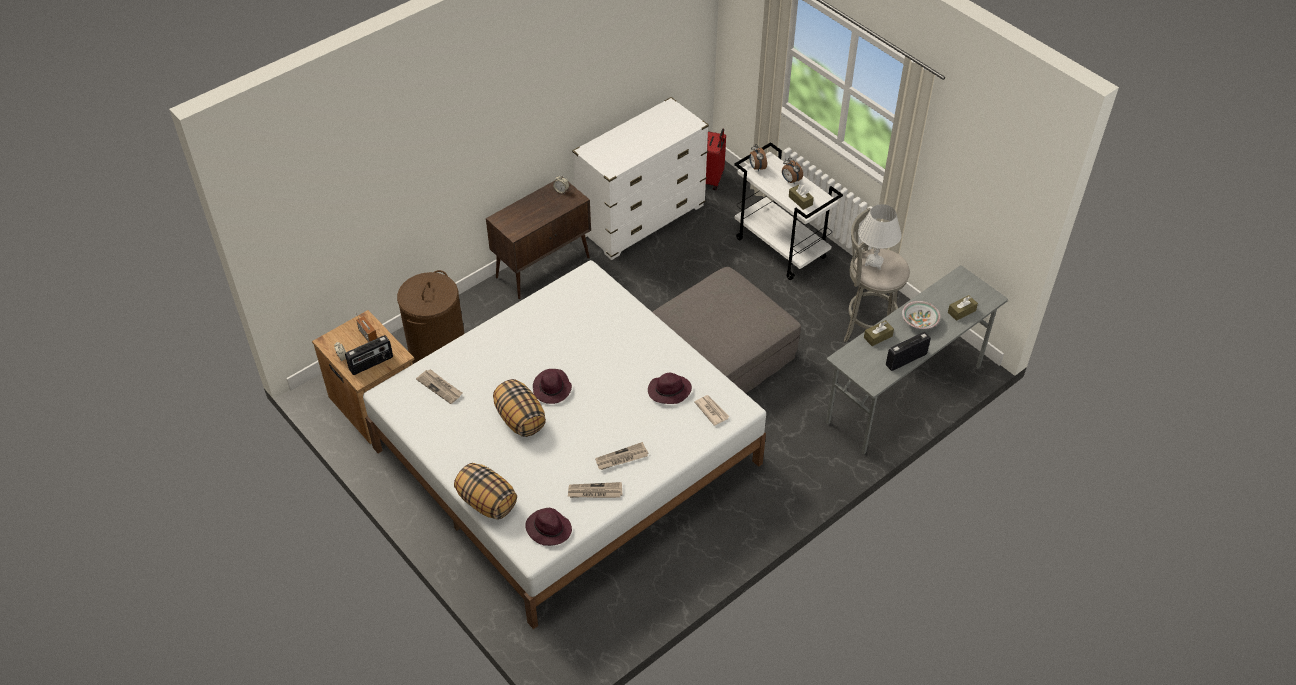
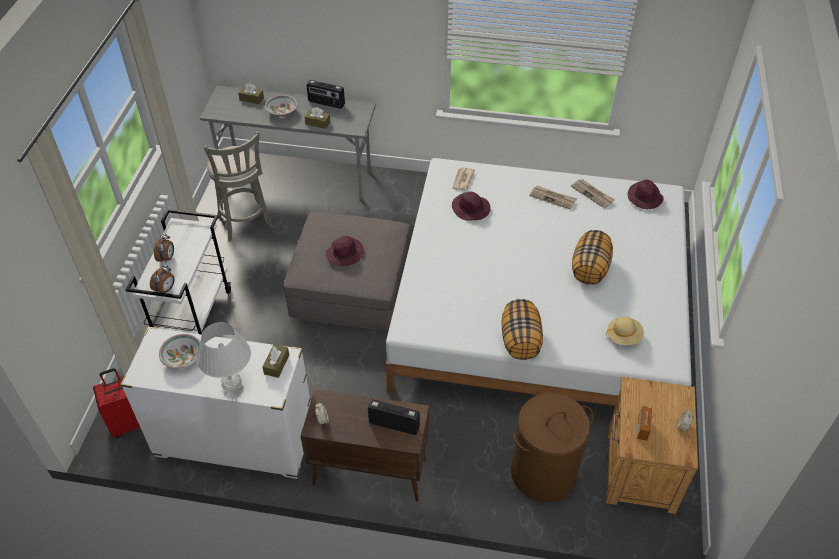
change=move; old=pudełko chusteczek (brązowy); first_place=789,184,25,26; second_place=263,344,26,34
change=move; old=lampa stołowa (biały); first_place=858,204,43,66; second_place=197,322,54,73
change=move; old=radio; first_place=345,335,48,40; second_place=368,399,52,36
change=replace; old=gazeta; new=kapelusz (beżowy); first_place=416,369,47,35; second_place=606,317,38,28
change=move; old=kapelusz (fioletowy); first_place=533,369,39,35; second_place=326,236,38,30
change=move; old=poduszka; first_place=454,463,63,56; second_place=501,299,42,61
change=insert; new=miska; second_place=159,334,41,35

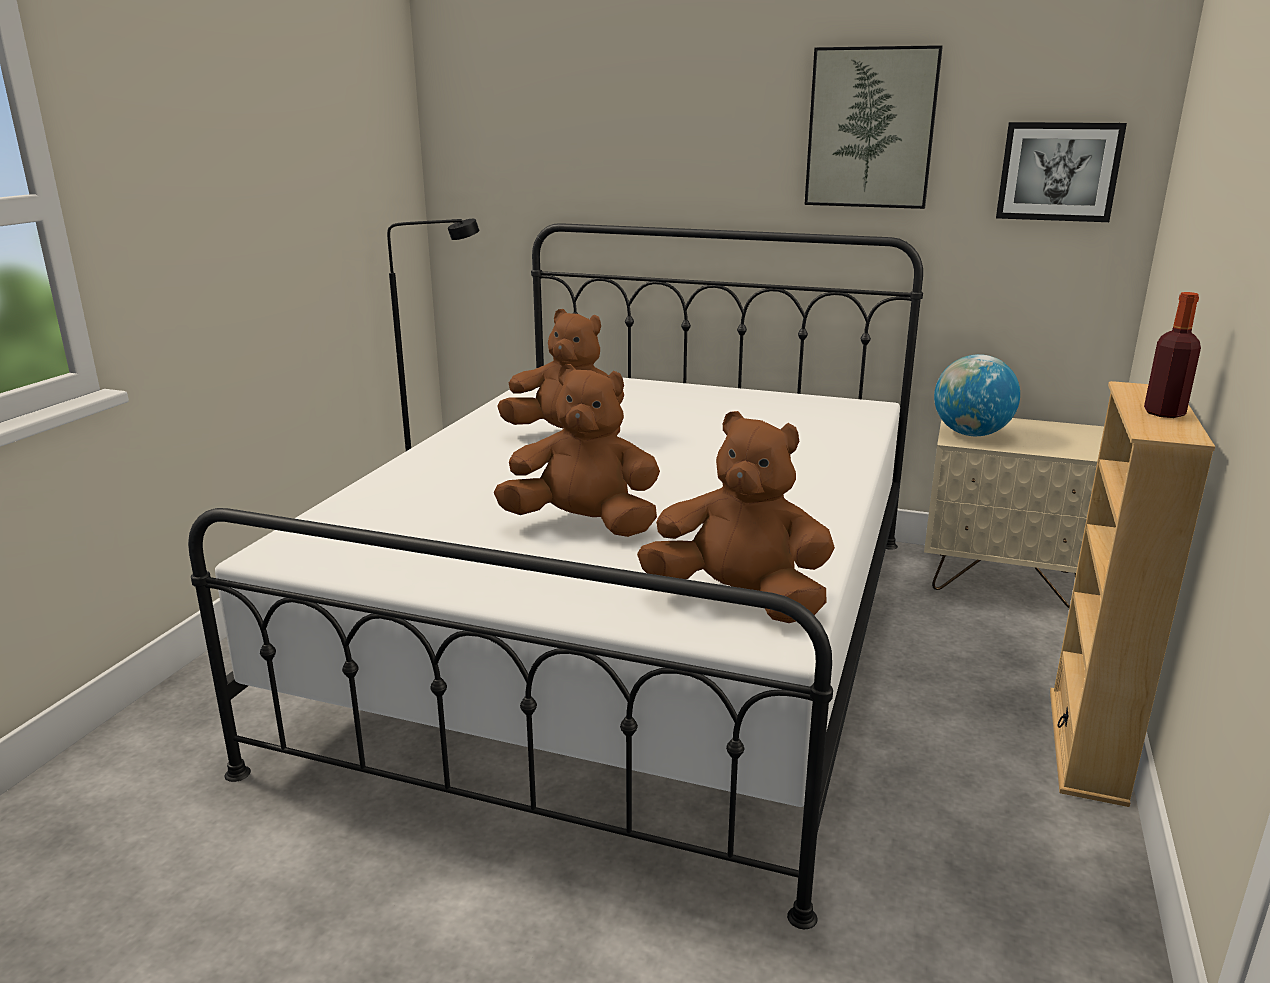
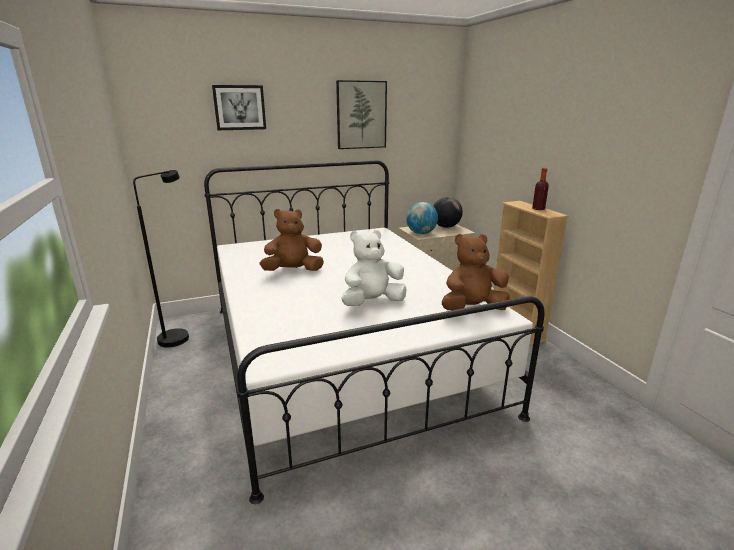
change=move; old=obraz; first_place=996,122,131,100; second_place=212,85,54,45
change=recolor; old=pluszak (brązowy); new=pluszak (biały); first_place=493,364,167,173; second_place=342,230,65,76
change=insert; new=globus; second_place=433,197,30,31

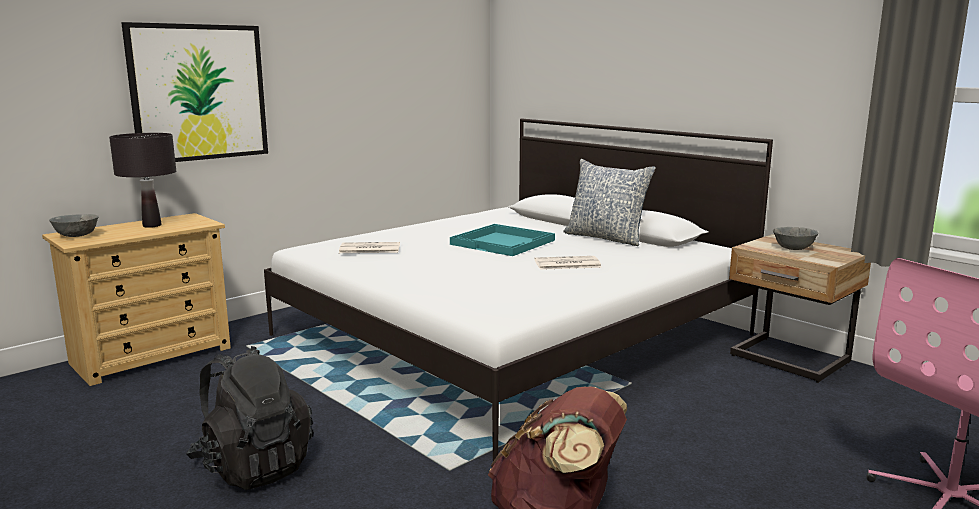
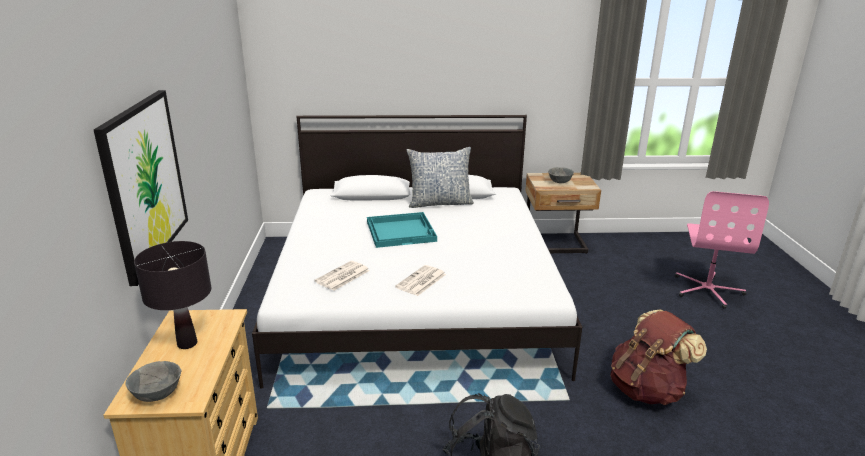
change=move; old=gazeta; first_place=534,256,68,14; second_place=395,265,51,31

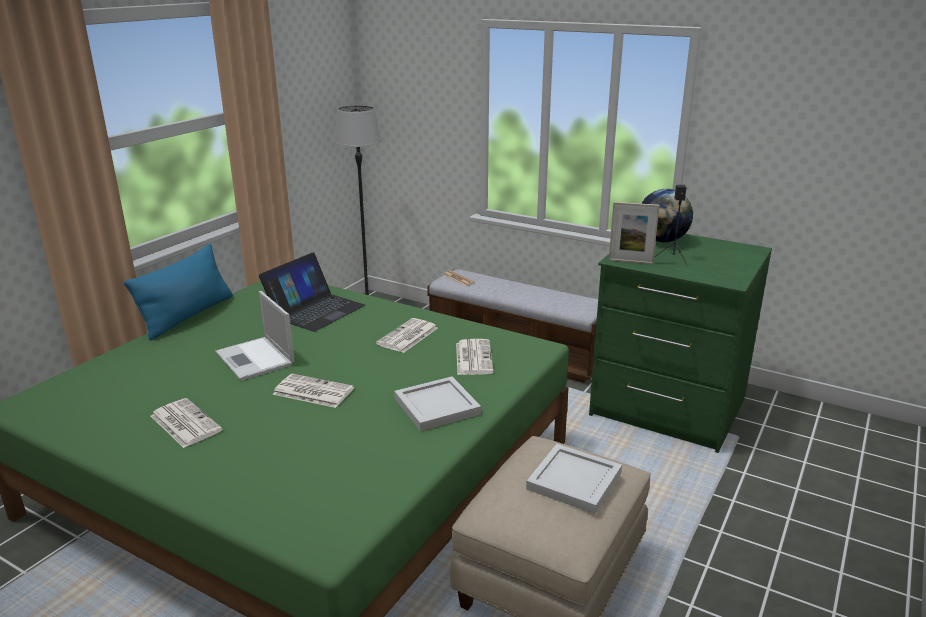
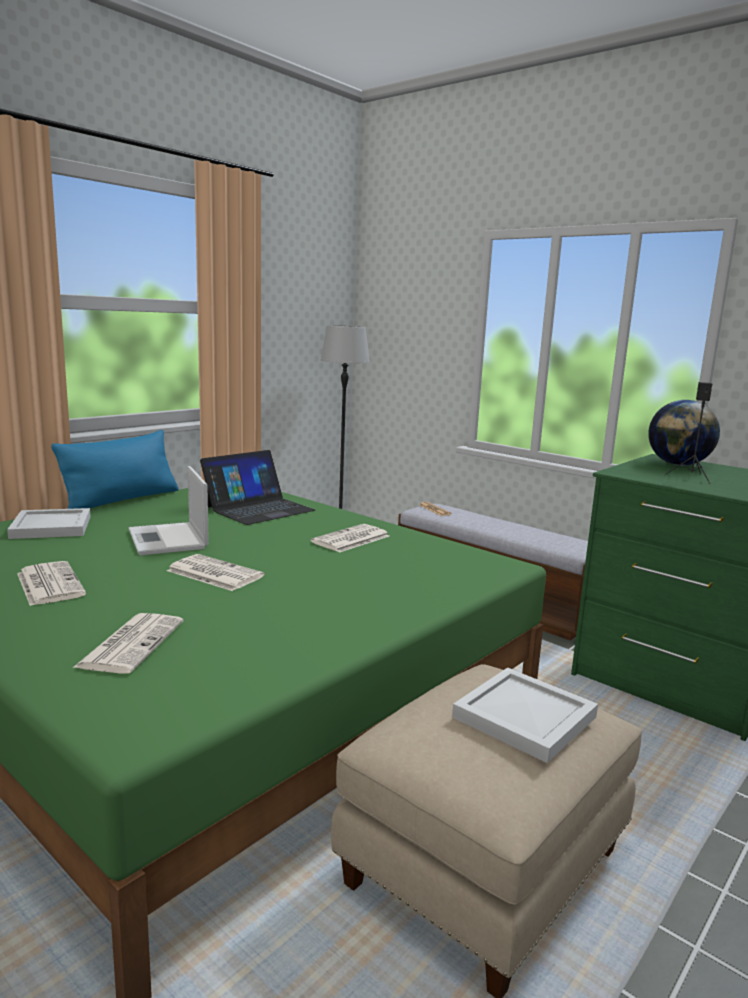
change=delete; old=ramka na zdjęcie; first_place=609,202,51,62
change=move; old=gazeta; first_place=456,339,38,36; second_place=73,613,110,61
change=move; old=taca (biały); first_place=394,377,87,54; second_place=7,508,84,31

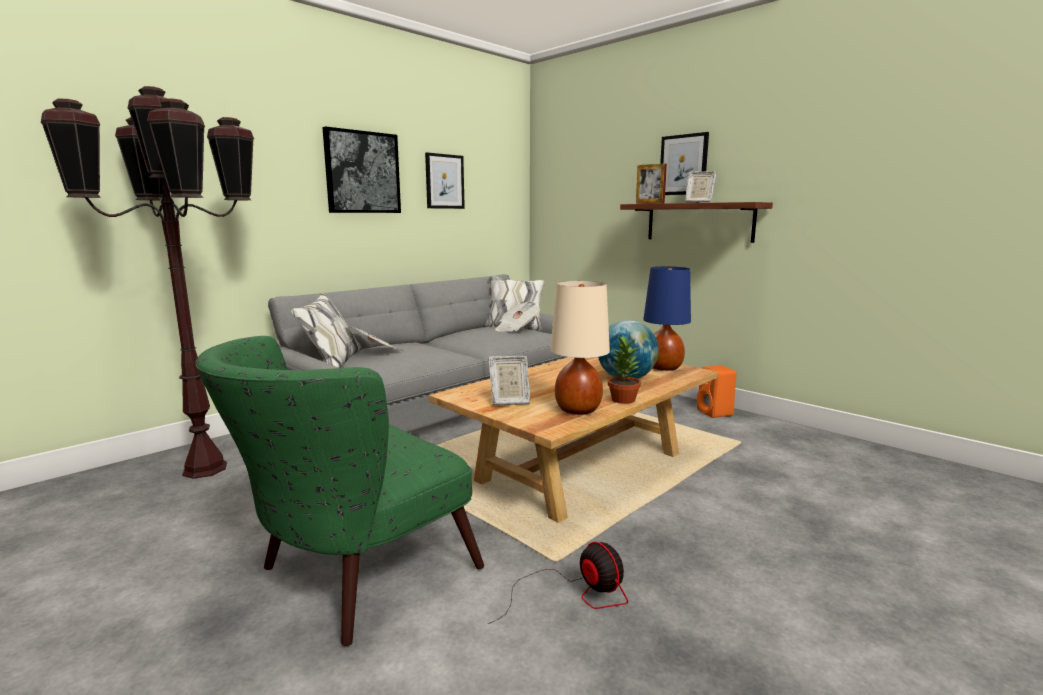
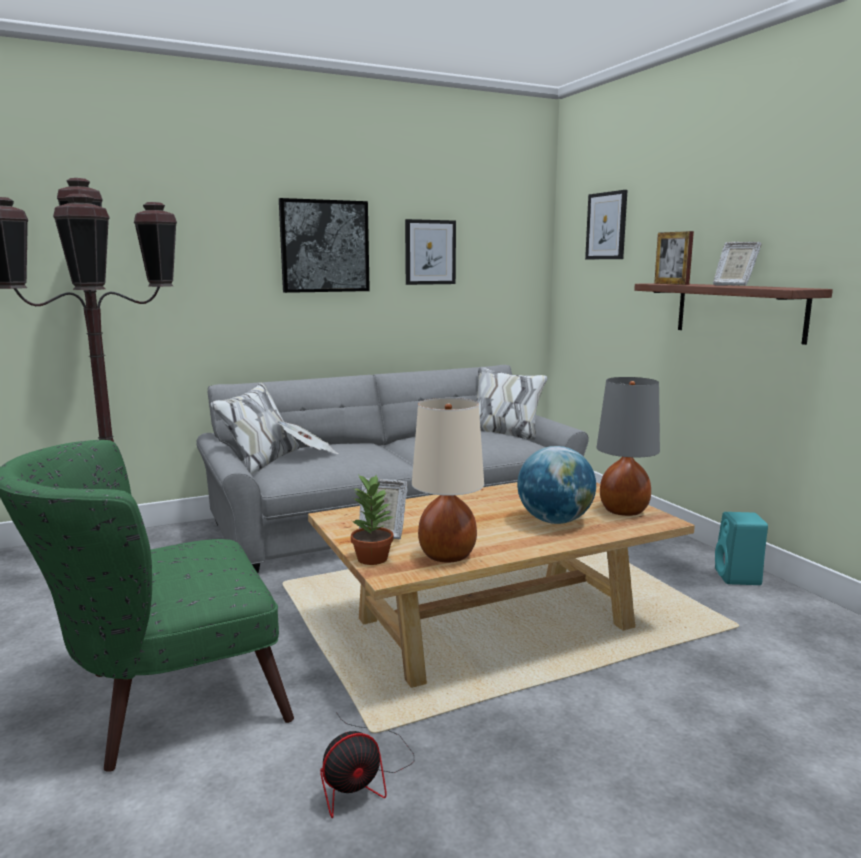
change=move; old=obraz; first_place=660,132,49,63; second_place=585,190,43,69
change=recolor; old=lampa stołowa (niebieski); new=lampa stołowa (szary); first_place=643,267,48,104; second_place=597,377,63,139
change=delete; old=gazeta; first_place=495,301,45,31
change=move; old=roślina doniczkowa; first_place=608,335,33,69; second_place=351,474,42,91
change=recolor; old=głośnik (pomarańczowy); new=głośnik (turkusowy); first_place=697,365,40,53; second_place=715,512,53,73
change=rotate; old=wentylator; first_place=488,542,140,82; second_place=320,712,94,106; degrees=75

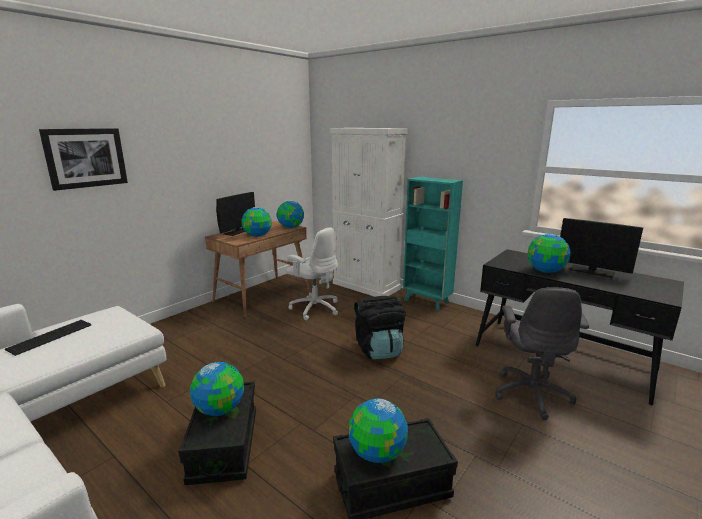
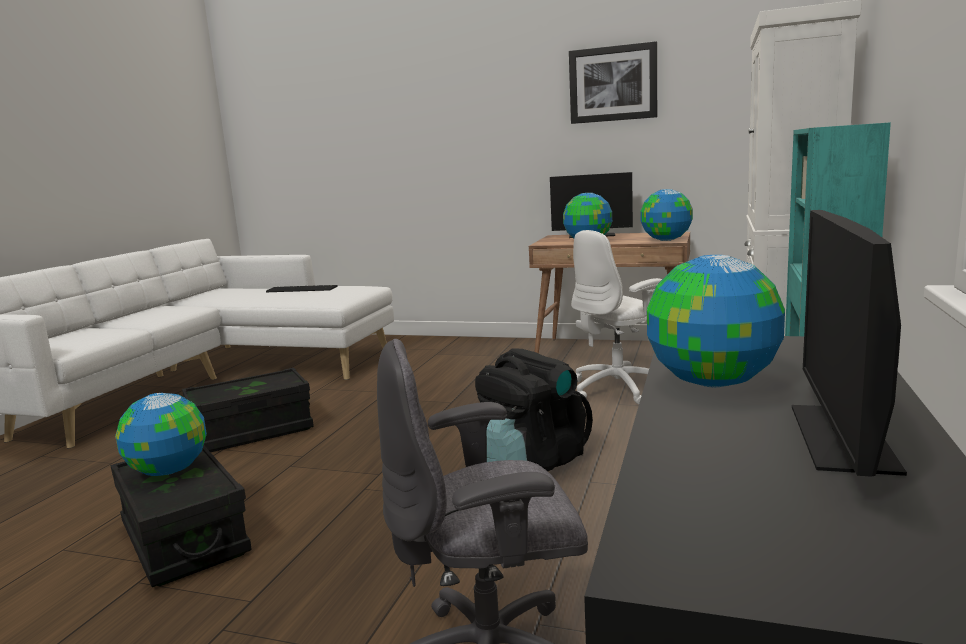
change=move; old=obraz; first_place=39,128,89,63; second_place=569,41,88,83
change=rotate; old=krzesło biurowe (biały); first_place=286,228,52,93; second_place=571,230,91,175; degrees=45
change=delete; old=globus; first_place=190,362,54,54

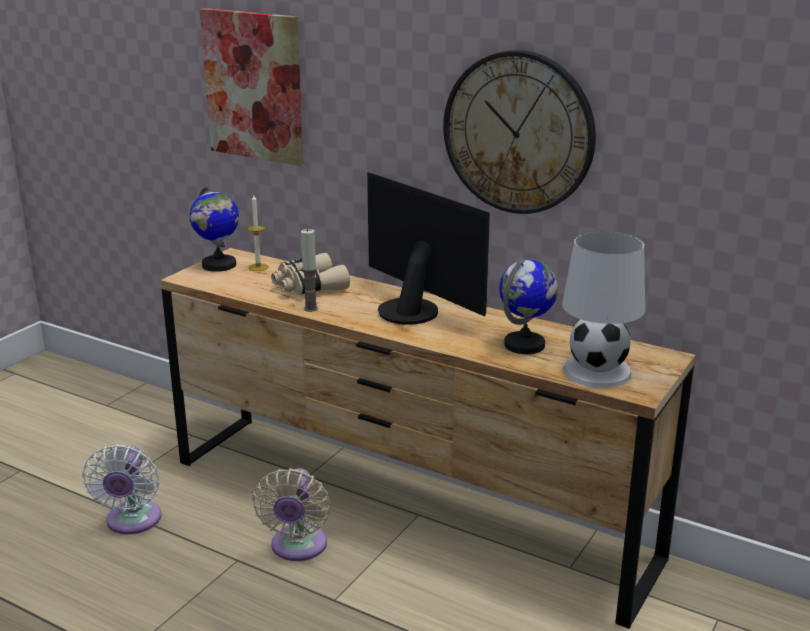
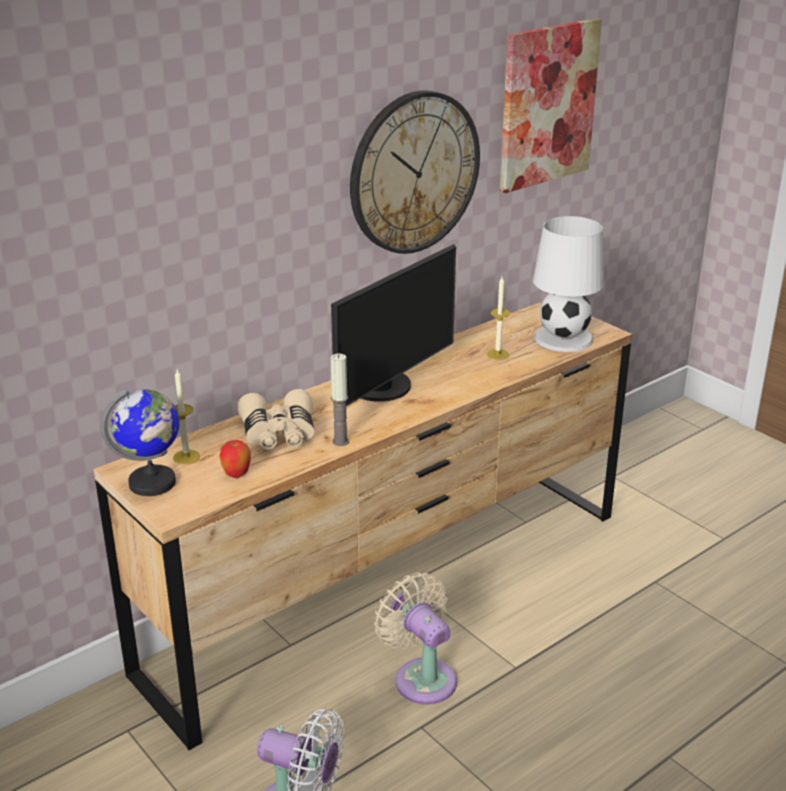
change=move; old=obraz; first_place=200,8,104,158; second_place=500,18,102,175
change=rotate; old=monitor; first_place=367,172,123,153; second_place=331,244,125,162; degrees=150
change=replace; old=globus; new=świeca; first_place=499,257,59,97; second_place=487,277,23,83
change=rotate; old=wentylator (beżowy); first_place=252,468,79,93; second_place=374,573,83,132; degrees=-150
change=insert; new=jabłko; second_place=220,440,31,38

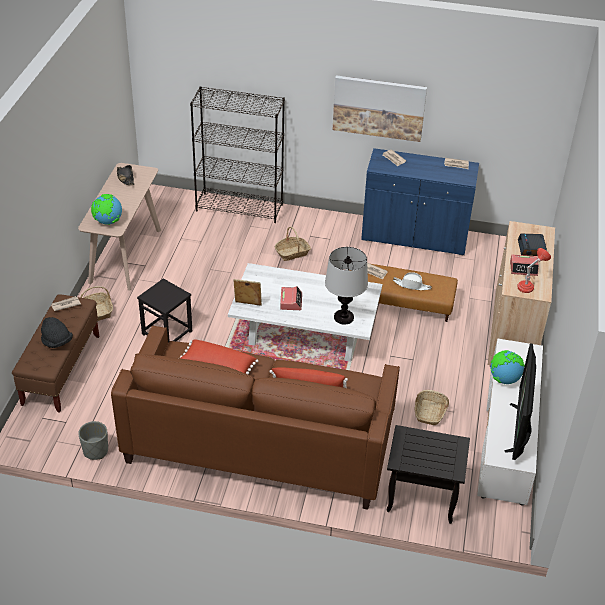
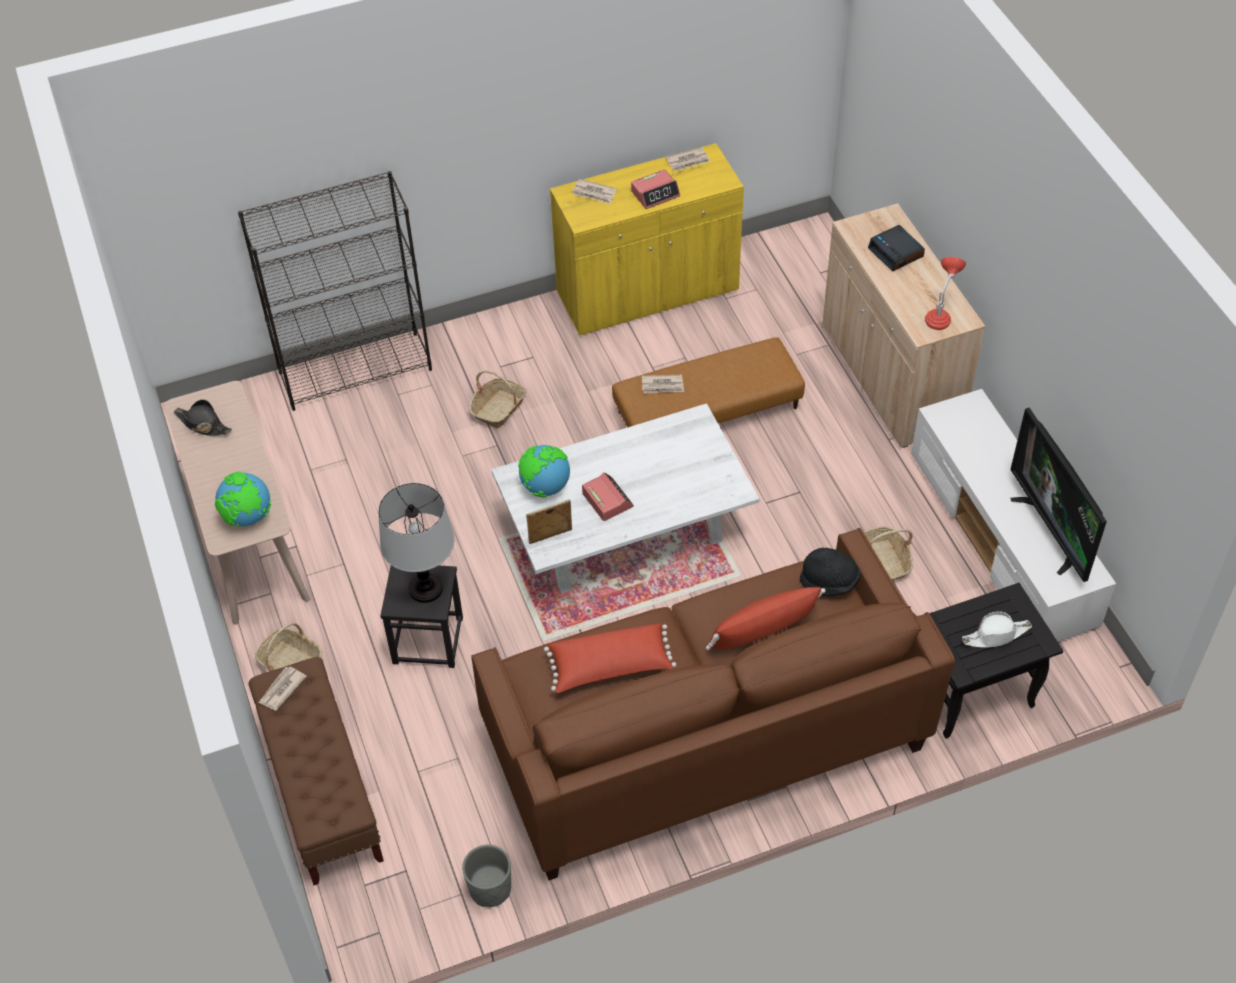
change=delete; old=obraz; first_place=333,75,94,67
change=recolor; old=szafka (niebieski); new=szafka (żółty); first_place=361,148,118,108; second_place=550,143,194,192
change=move; old=lampa stołowa; first_place=325,247,43,77; second_place=378,483,76,120
change=move; old=budzik; first_place=510,255,29,21; second_place=631,169,49,40
change=move; old=kapelusz (biały); first_place=393,272,39,18; second_place=962,611,70,37
change=move; old=kapelusz (czarny); first_place=41,317,32,31; second_place=800,548,61,48
change=move; old=globus; first_place=491,350,34,34; second_place=518,445,52,53

